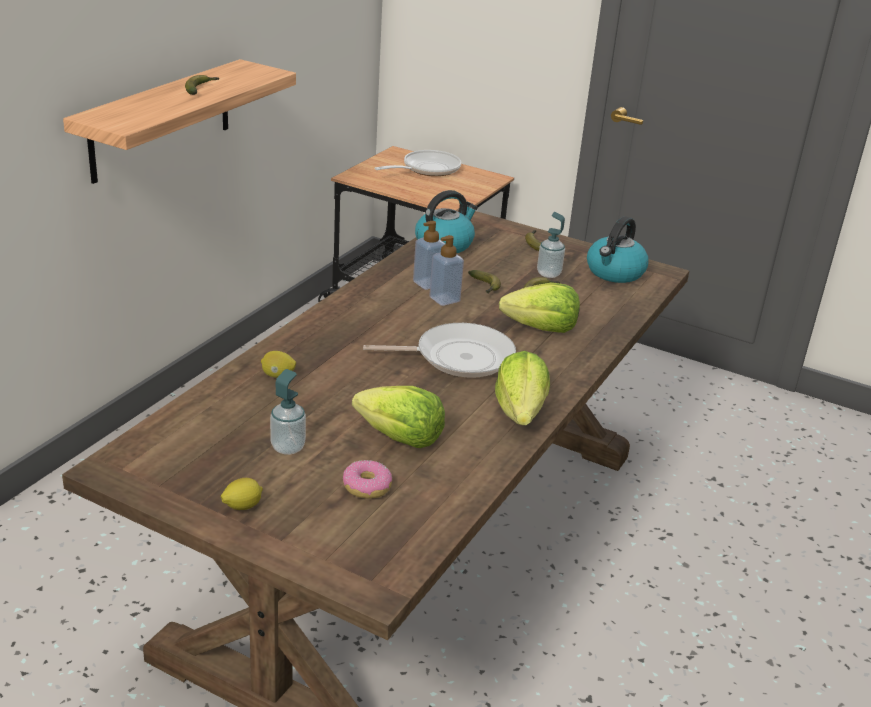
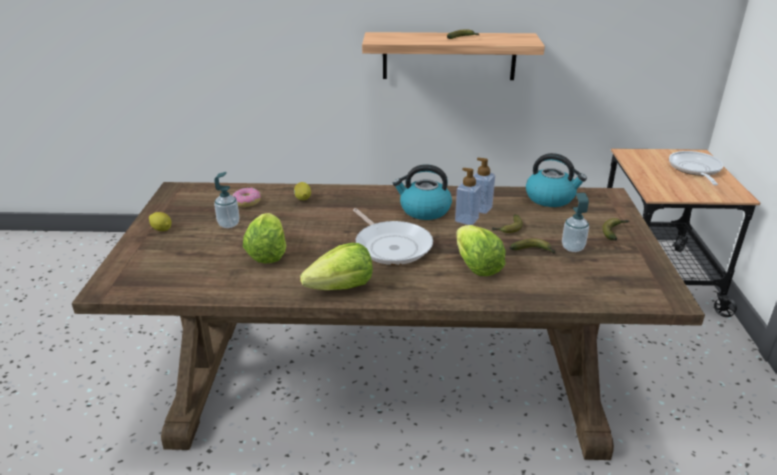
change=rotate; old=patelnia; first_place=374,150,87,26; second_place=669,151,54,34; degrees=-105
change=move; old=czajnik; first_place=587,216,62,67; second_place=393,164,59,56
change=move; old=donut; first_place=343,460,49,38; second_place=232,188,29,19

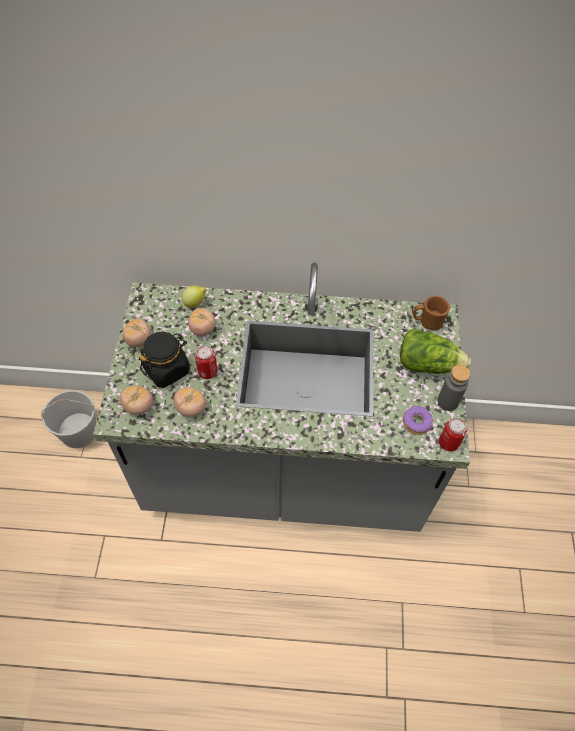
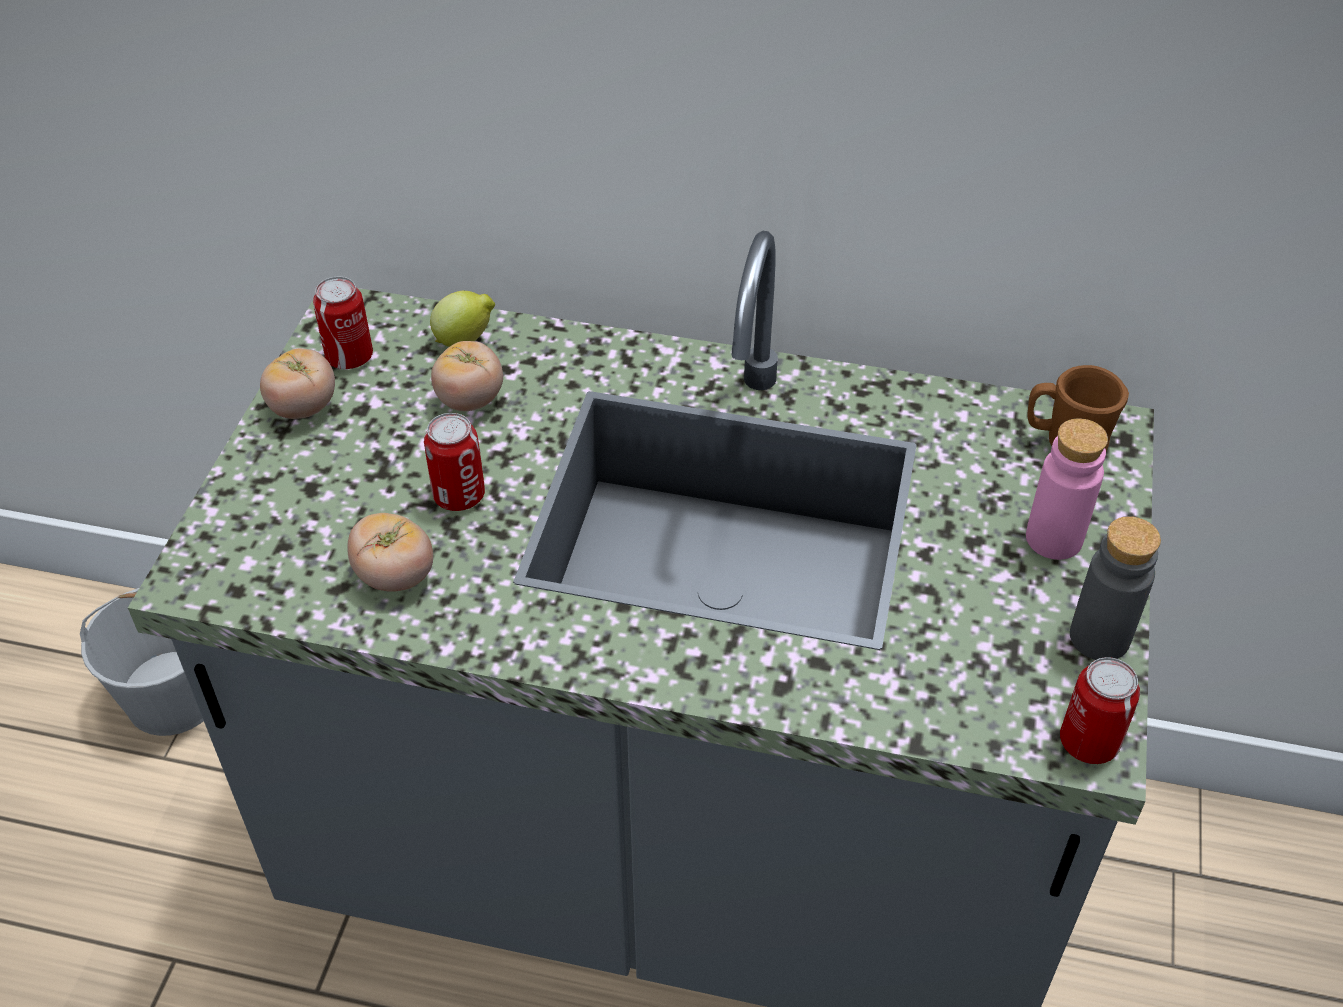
change=replace; old=sałata; new=butelka (różowy); first_place=400,328,71,46; second_place=1026,418,82,142
change=delete; old=słoik (czarny); first_place=139,332,51,56
change=delete; old=pomidor; first_place=120,386,33,29
change=delete; old=donut; first_place=403,406,31,29
change=insert; new=puszka; second_place=313,276,60,93

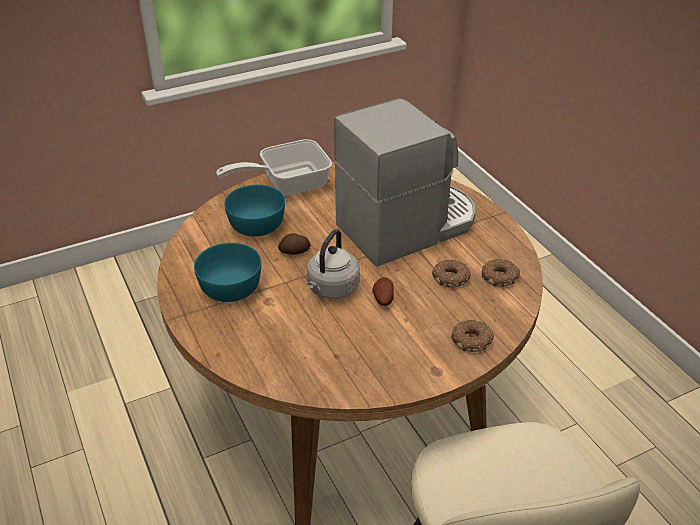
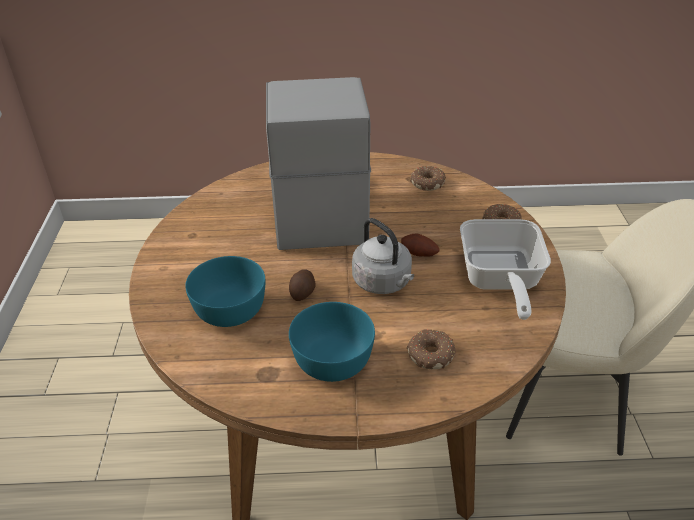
change=move; old=patelnia; first_place=216,139,116,56; second_place=460,219,91,101
change=move; old=donut; first_place=432,259,39,29; second_place=407,329,49,40

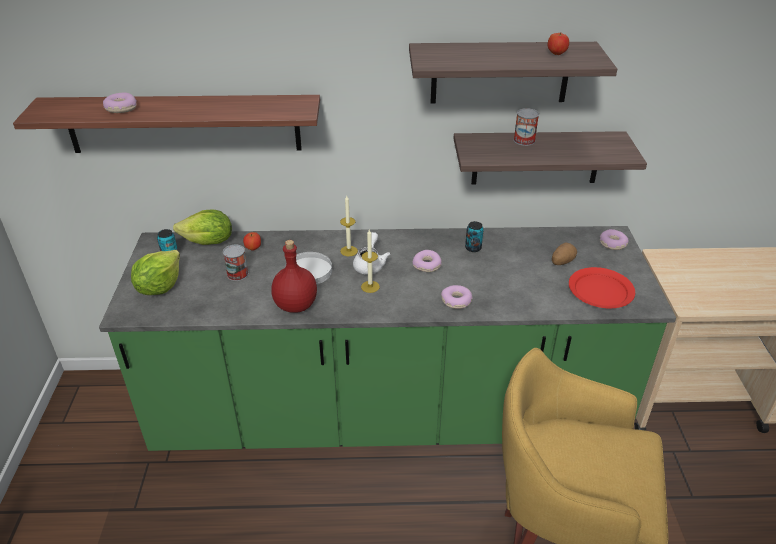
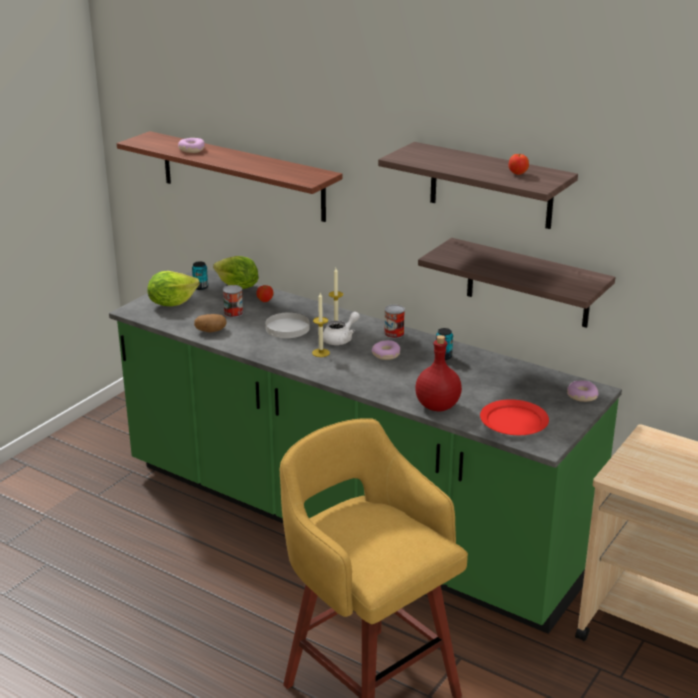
change=move; old=puszka; first_place=514,108,25,38; second_place=384,305,21,33
change=move; old=butelka (czerwony); first_place=271,240,46,73; second_place=415,335,47,77
change=move; old=ziemniak; first_place=552,243,25,22; second_place=194,314,33,18
change=delete; old=donut; first_place=441,285,32,24

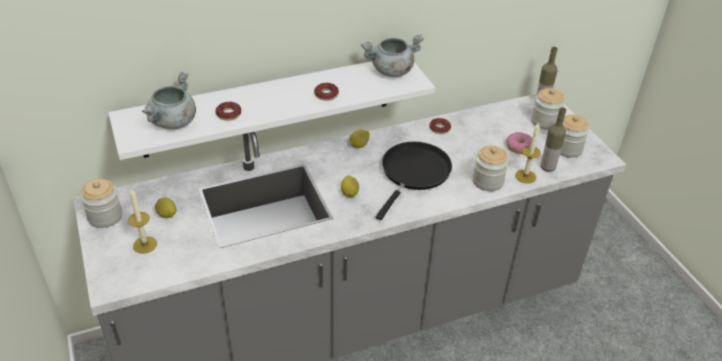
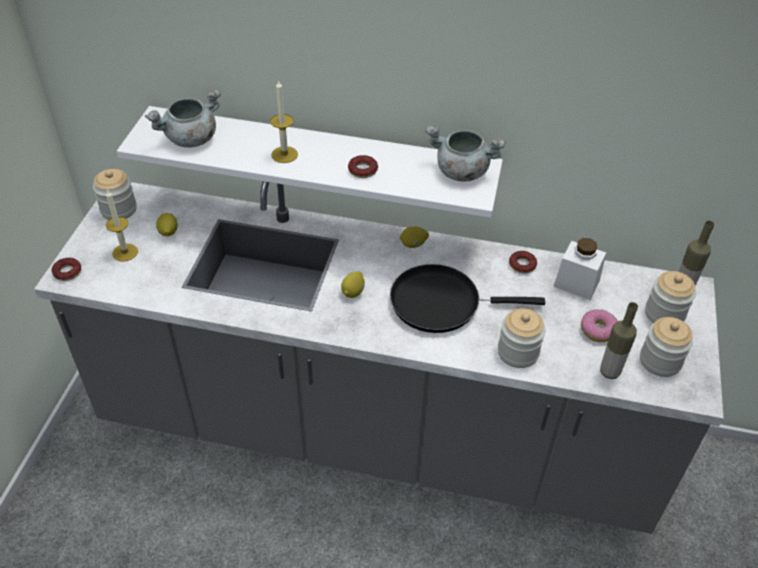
change=move; old=donut; first_place=216,102,25,19; second_place=52,258,29,23
change=move; old=świeca; first_place=515,123,26,61; second_place=270,79,28,84
change=rotate; old=patelnia (czarny); first_place=376,141,76,79; second_place=390,264,156,69; degrees=-150
change=insert; new=słoik (biały); second_place=554,238,52,62

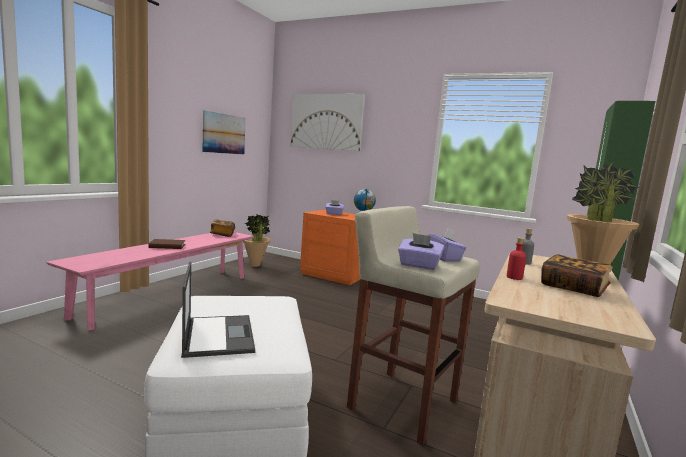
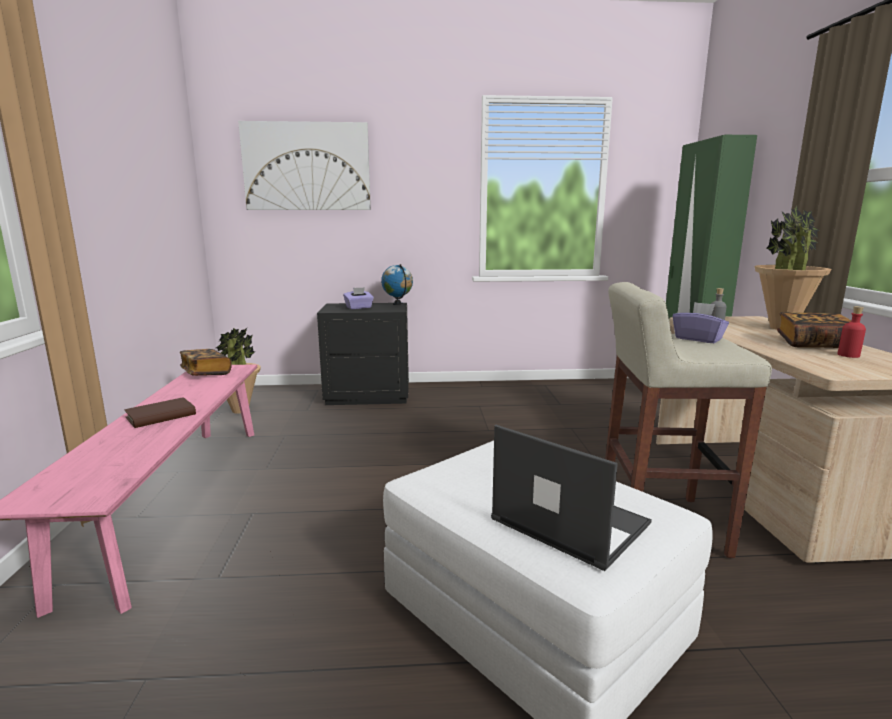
change=delete; old=obraz; first_place=202,110,44,45
change=recolor; old=szafka nocna (pomarańczowy); new=szafka nocna (czarny); first_place=300,210,60,75; second_place=317,303,92,102
change=delete; old=pudełko chusteczek (fioletowy); first_place=398,233,46,37
change=move; old=butelka (czerwony); first_place=507,237,19,43; second_place=838,306,28,52

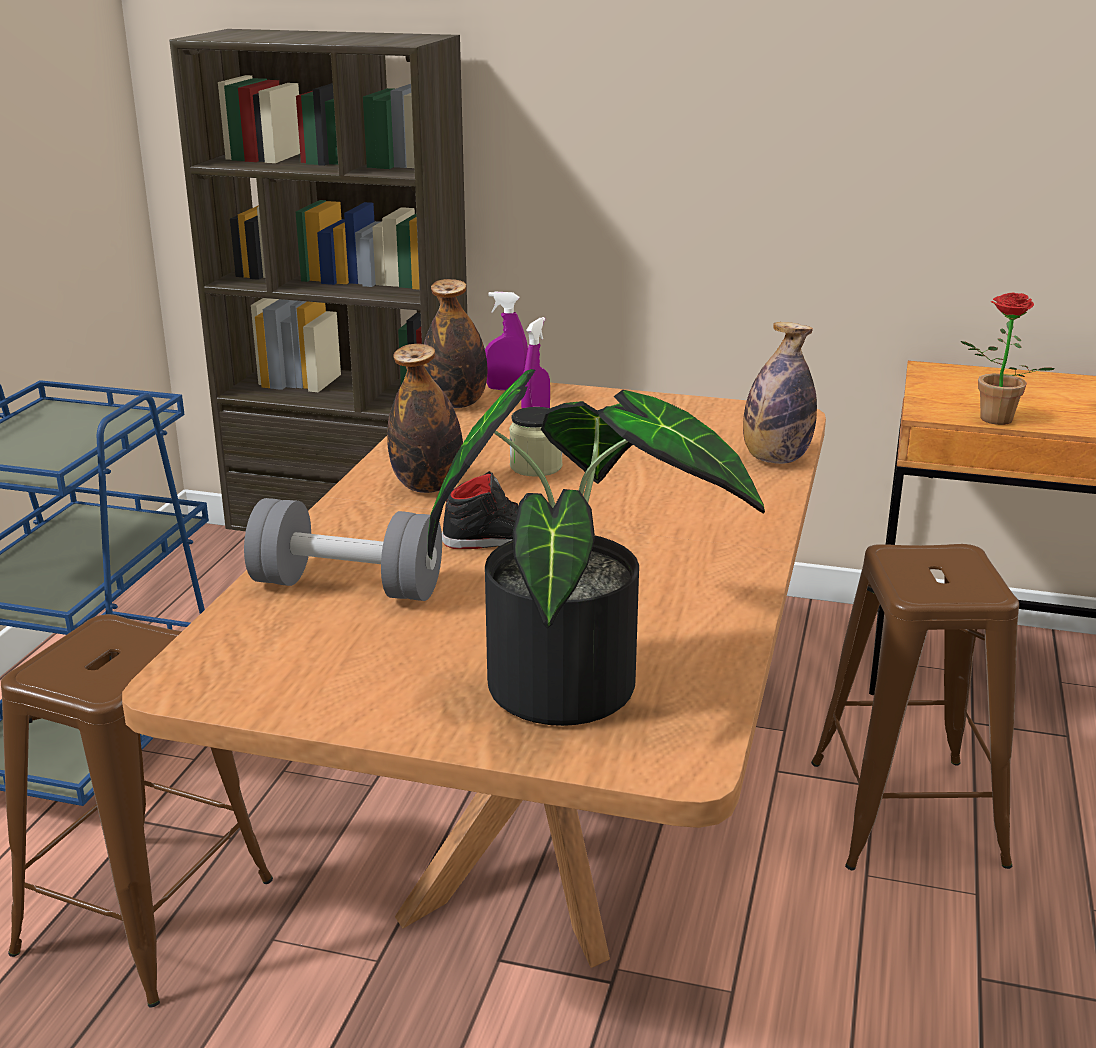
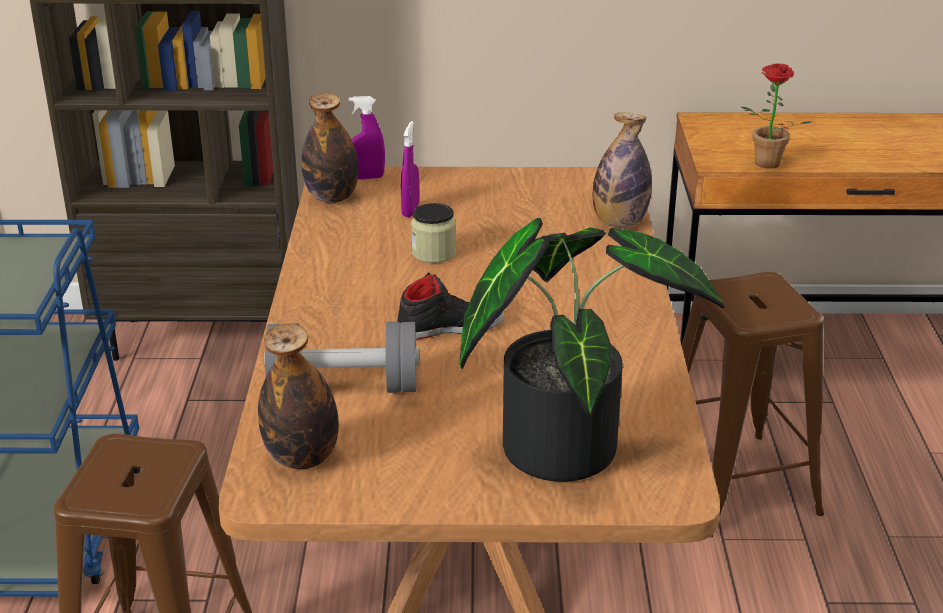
change=move; old=butelka; first_place=387,344,76,149; second_place=258,323,81,146

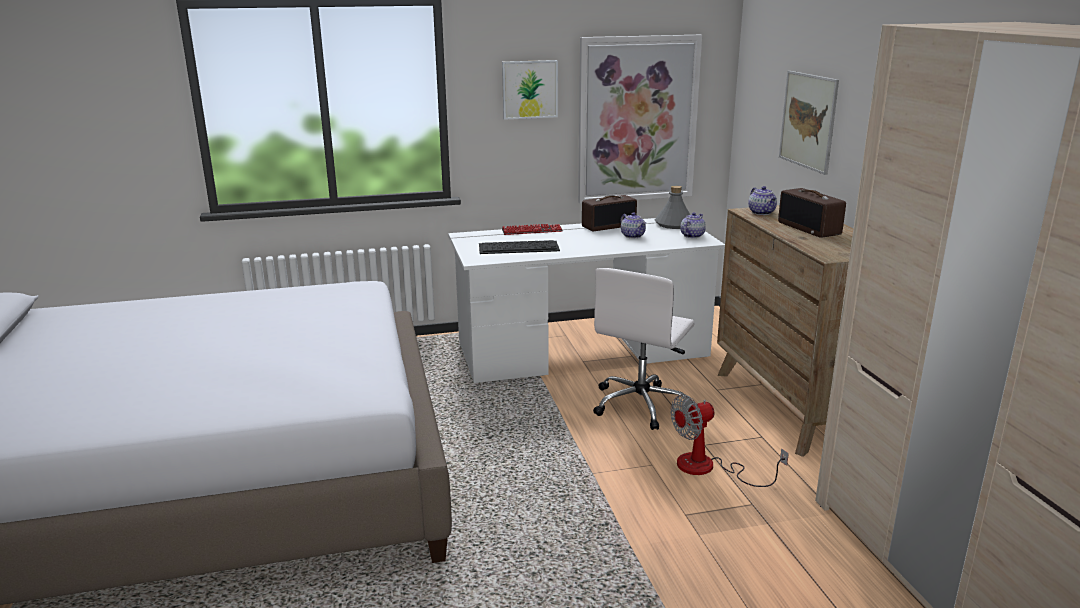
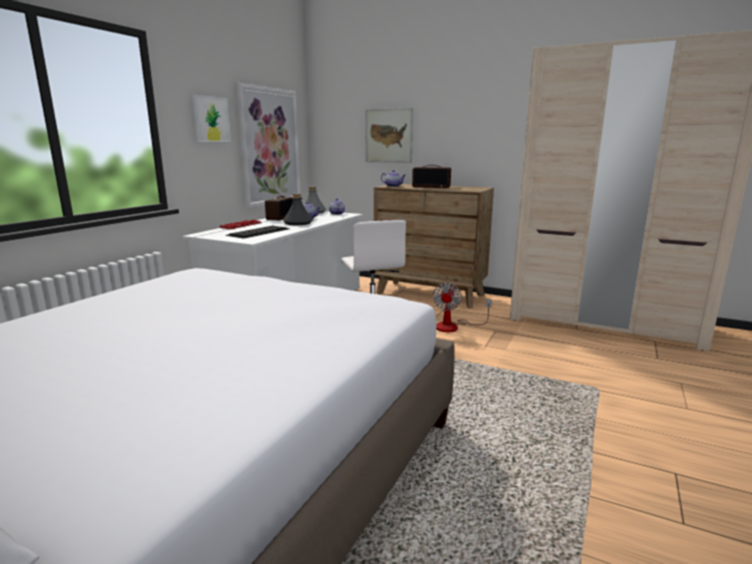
change=insert; new=butelka (szary); second_place=283,193,30,32

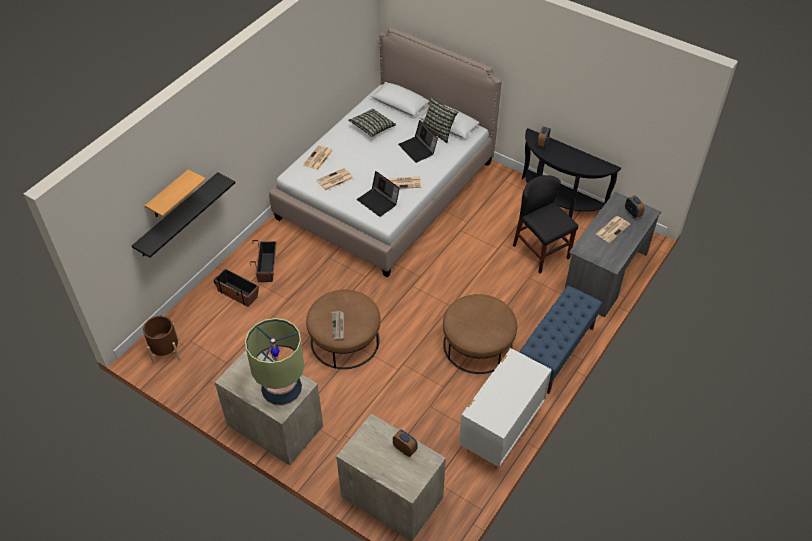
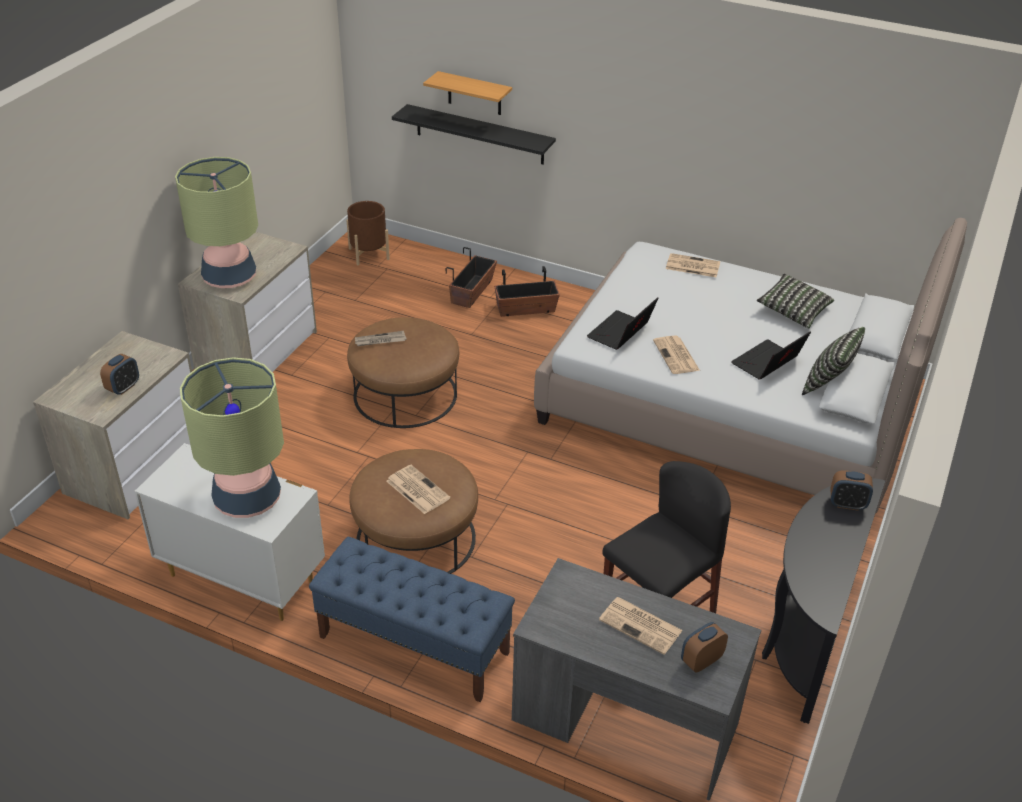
change=move; old=gazeta; first_place=317,168,36,23; second_place=386,465,64,49
change=insert; new=lampa stołowa; second_place=180,357,104,161

